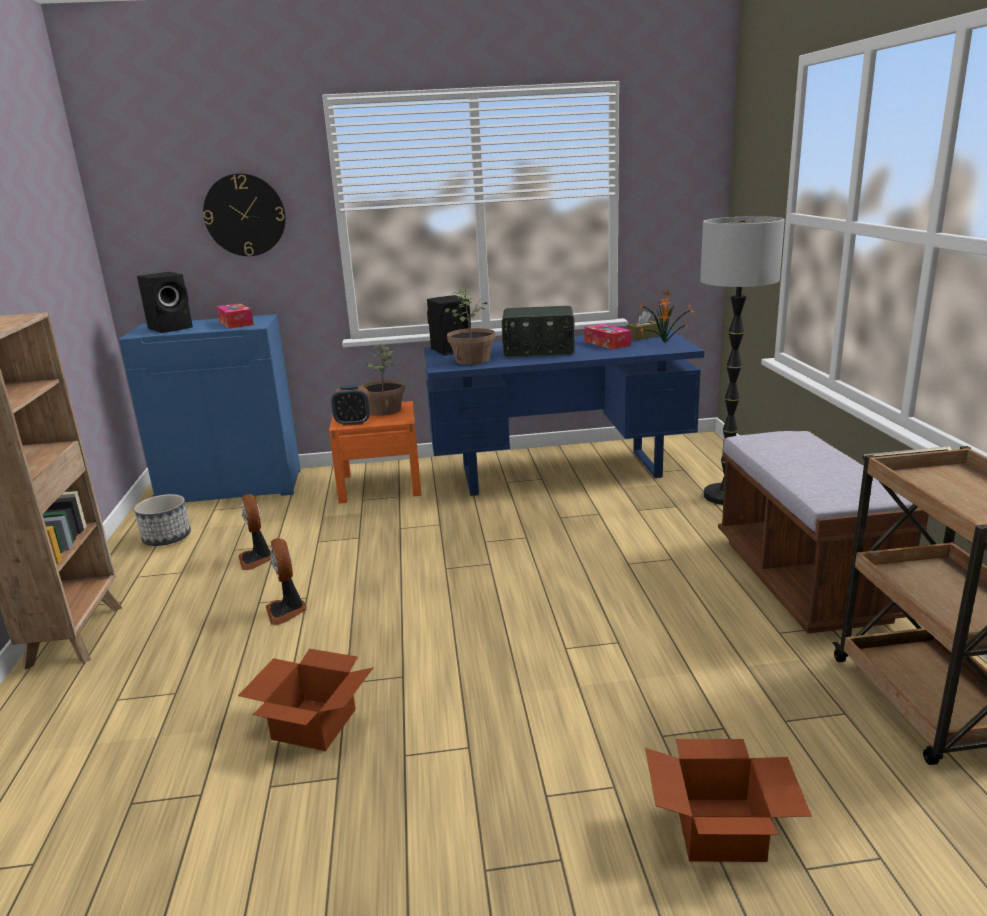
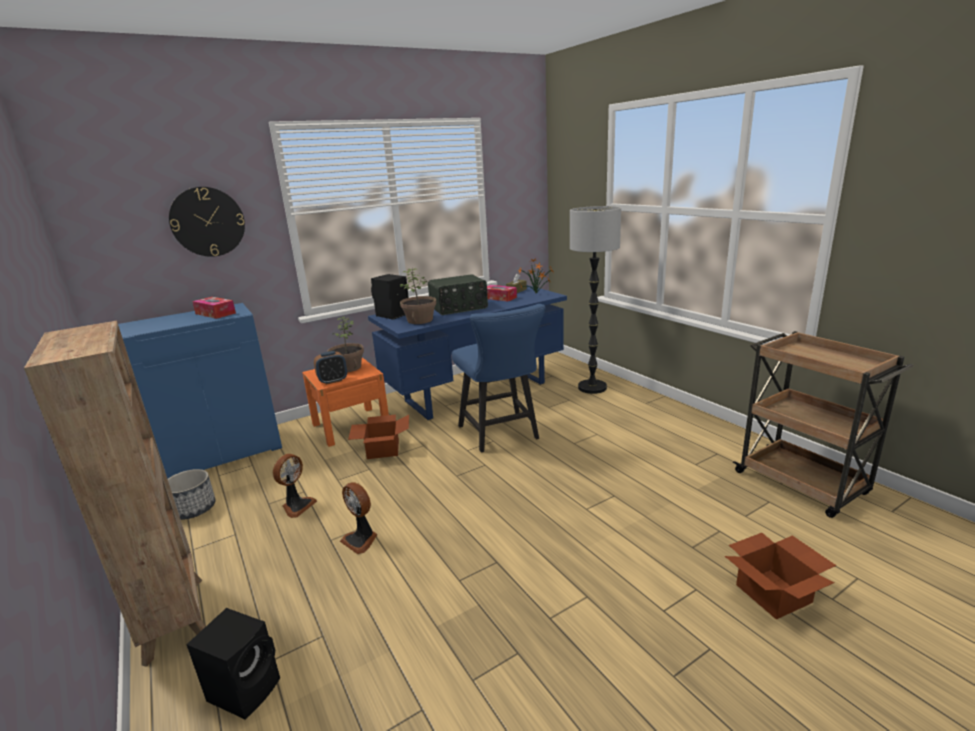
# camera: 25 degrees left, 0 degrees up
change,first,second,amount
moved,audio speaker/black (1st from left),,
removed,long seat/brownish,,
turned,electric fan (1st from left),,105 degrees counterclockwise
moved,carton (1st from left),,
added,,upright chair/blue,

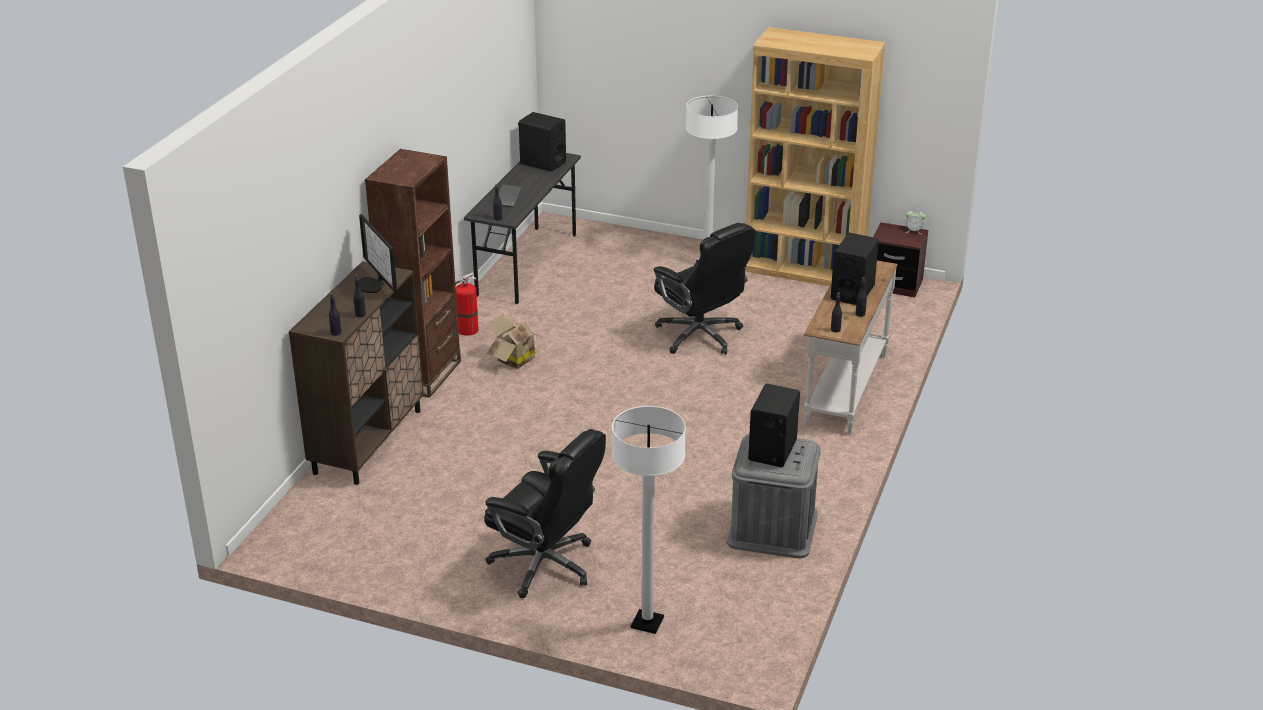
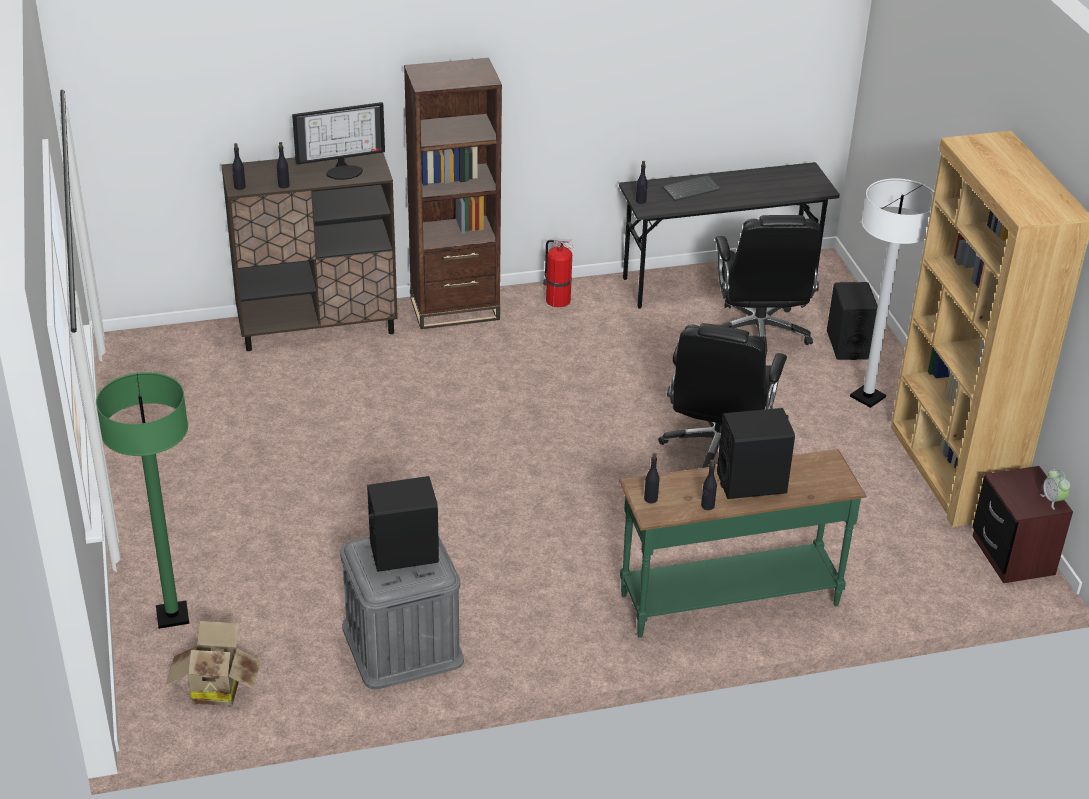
# camera: 55 degrees right, 5 degrees up
change,first,second,amount
moved,audio speaker/black (1st from left in the first image),audio speaker/black (3rd from left),
turned,computer display,,135 degrees counterclockwise
recoloured,hall table/white-coloured,hall table/greenish,
moved,carton,,
recoloured,standard lamp/white-coloured (1st from left),standard lamp/greenish,
moved,computer chair/black (1st from left in the first image),computer chair/black (2nd from left),

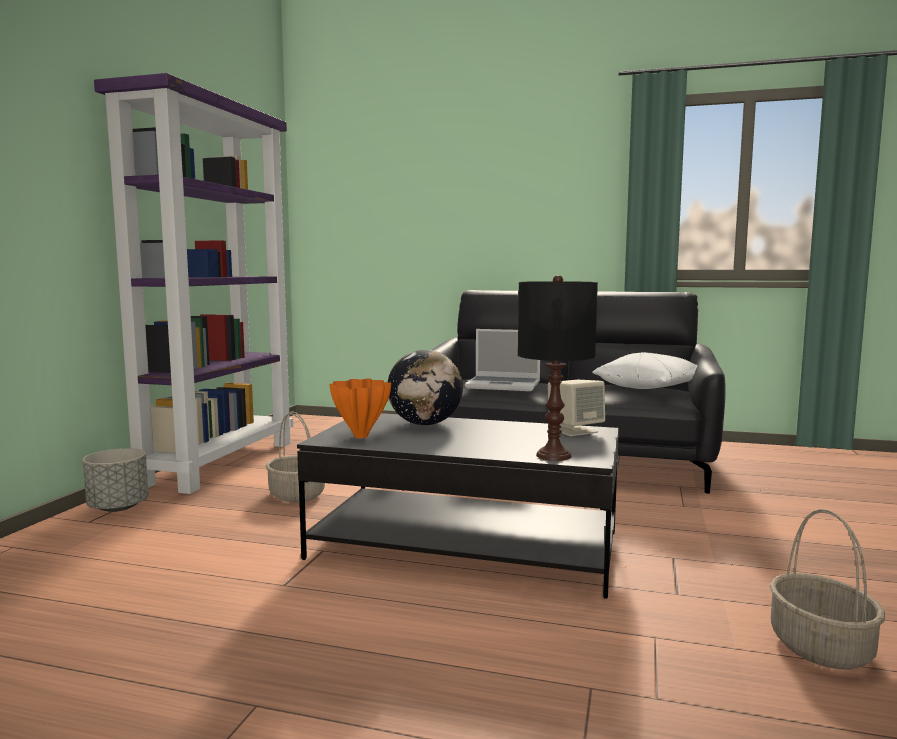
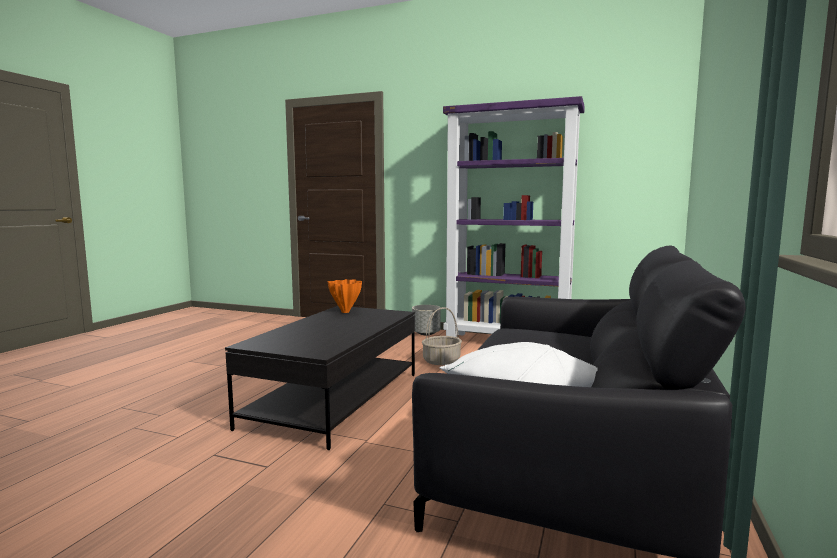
# camera: 95 degrees right, 0 degrees up
change,first,second,amount
removed,lamp for a table/black,,
removed,portable computer,,
removed,world globe,,
removed,audio speaker/sand-coloured,,
removed,storage basket (2nd from left),,

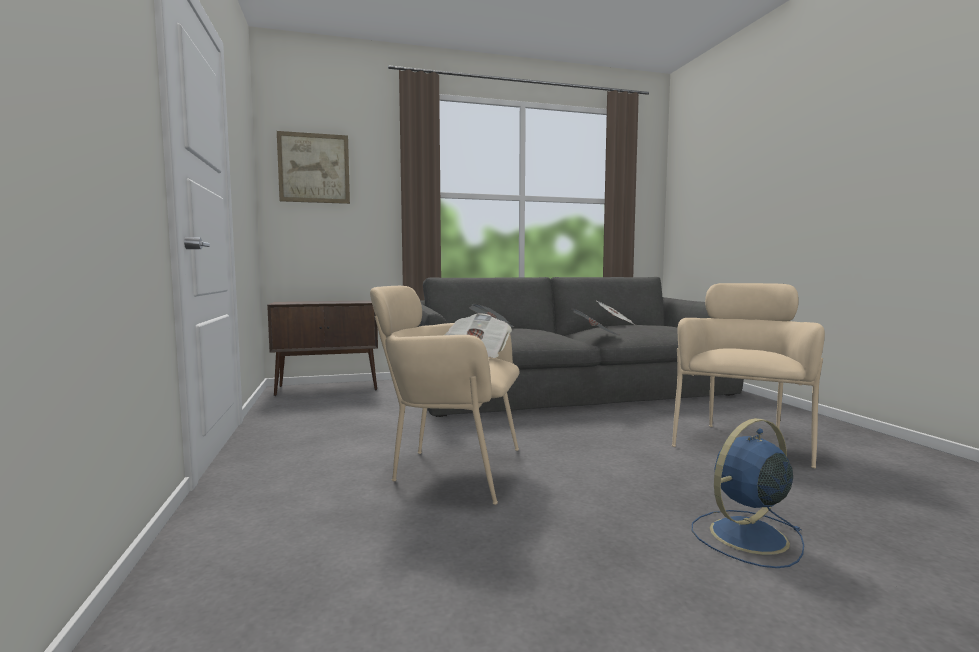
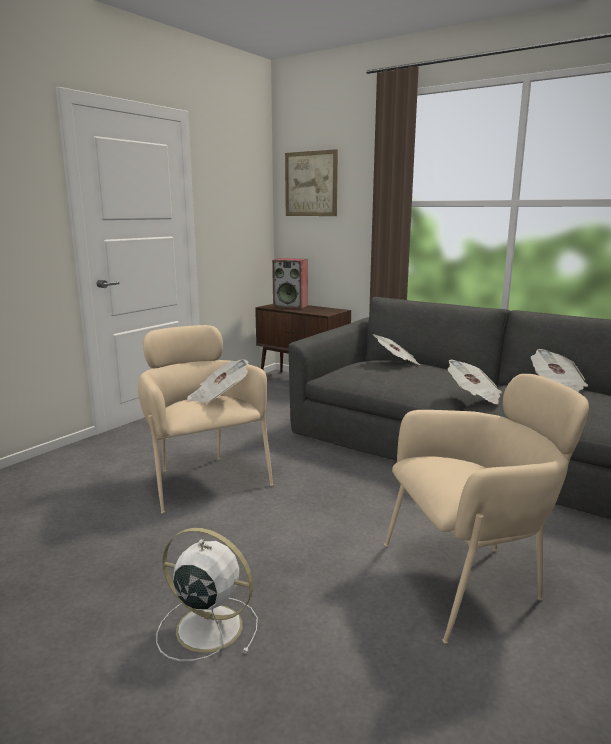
# camera: 50 degrees right, 10 degrees up
change,first,second,amount
recoloured,electric fan/blue,electric fan/white-coloured,
added,,audio speaker,

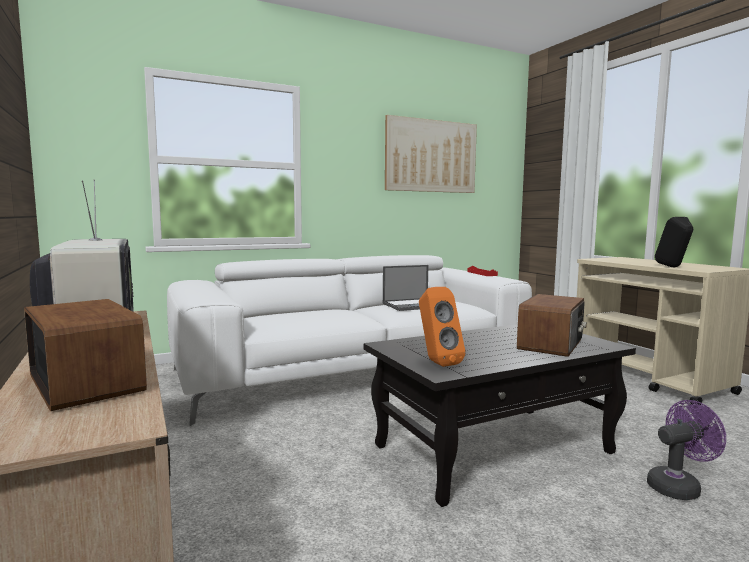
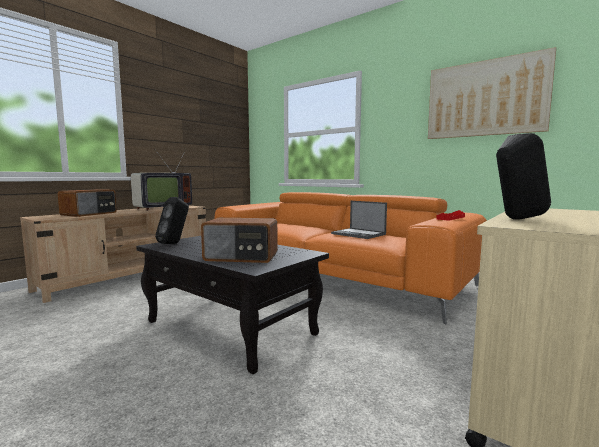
# camera: 65 degrees right, 0 degrees up
change,first,second,amount
recoloured,sofa/white-coloured,sofa/orange-coloured,
recoloured,audio speaker/orange-coloured,audio speaker/black (1st from left),
removed,electric fan/purplish,,

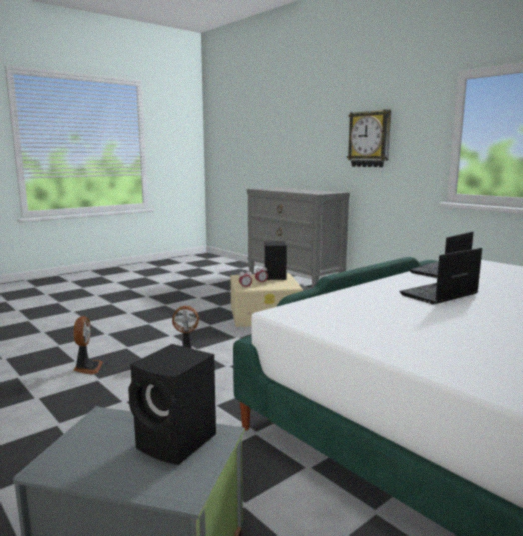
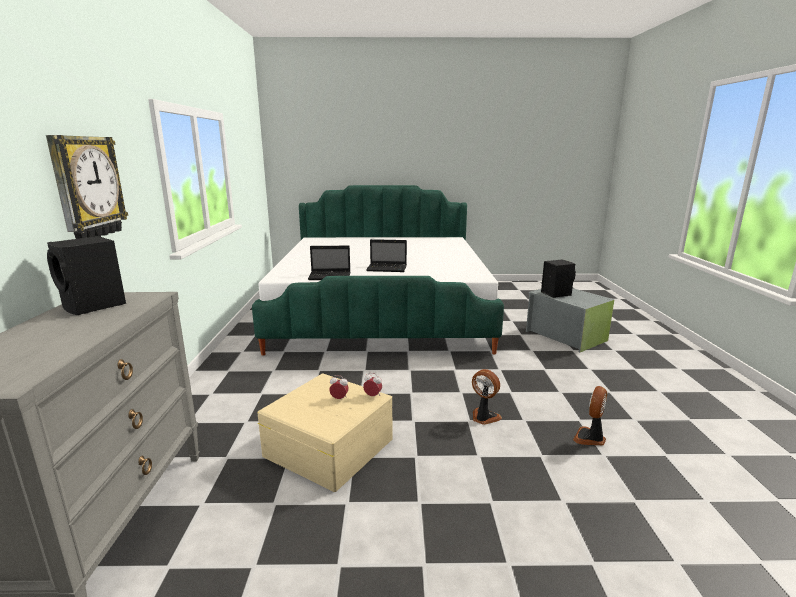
# camera: 140 degrees left, 5 degrees up
change,first,second,amount
moved,audio speaker/black (2nd from left in the first image),audio speaker/black (1st from left),

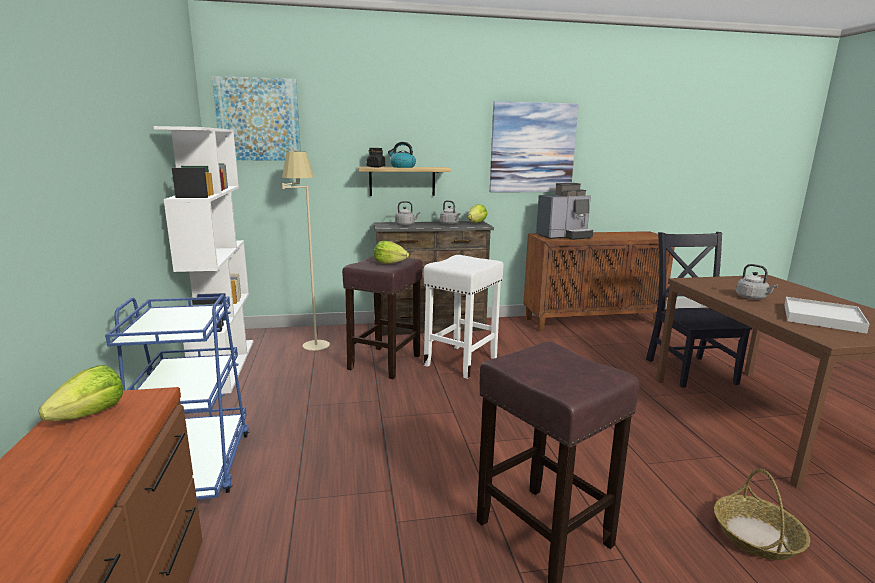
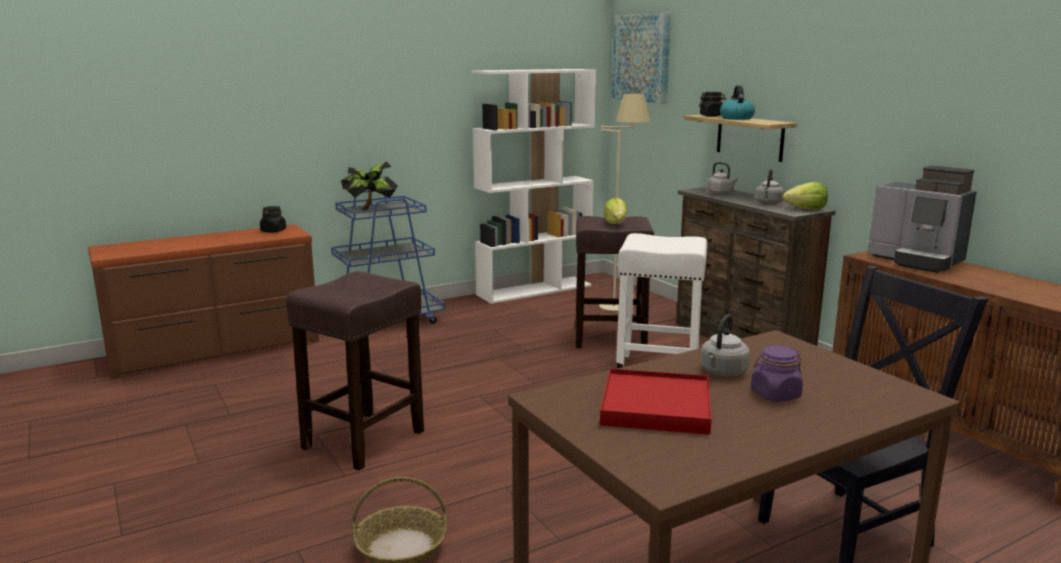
# camera: 70 degrees right, 0 degrees up
change,first,second,amount
removed,wall art (2nd from left),,
recoloured,serving tray/white-coloured,serving tray/red,
replaced,lettuce head (1st from left),storage jar/black (1st from left),
added,,houseplant,
added,,storage jar/purplish,

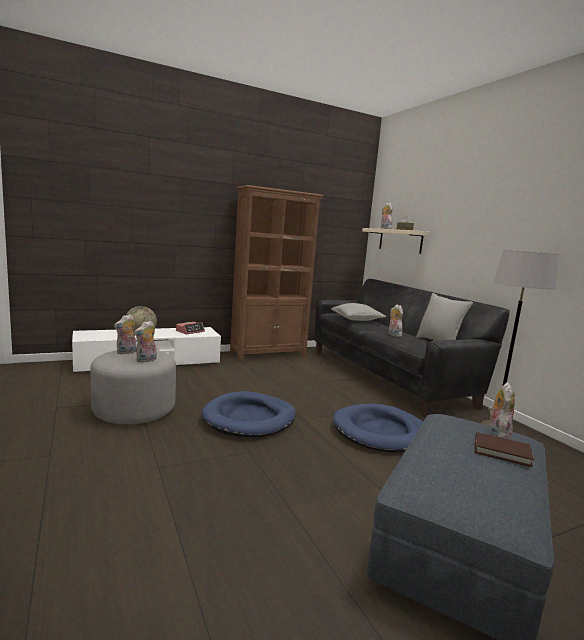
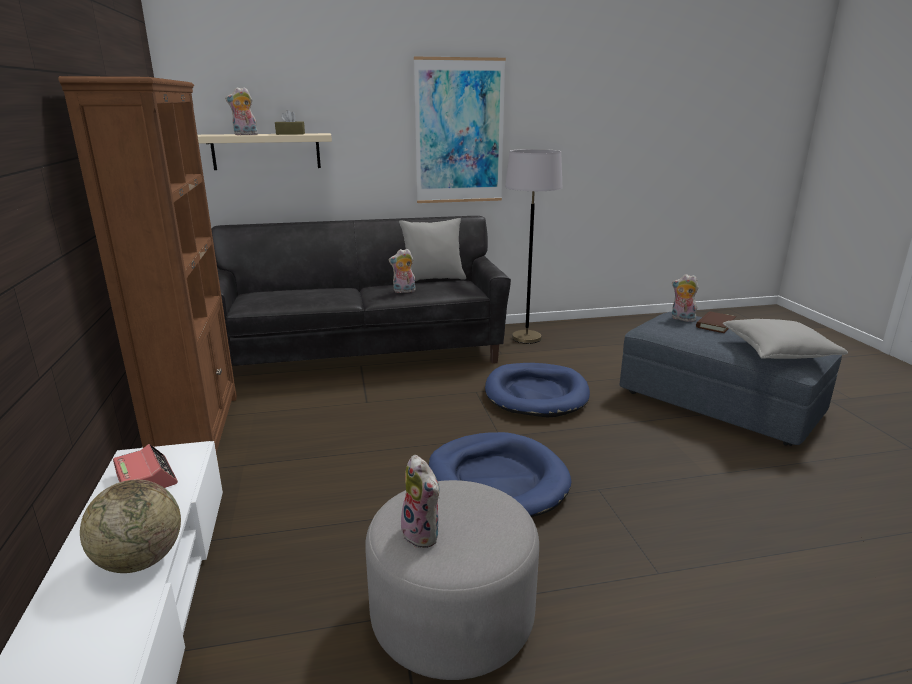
# camera: 75 degrees left, 10 degrees up
change,first,second,amount
moved,pillow/grey (1st from left in the first image),pillow/grey (2nd from left),
removed,plush toy (2nd from left),,
added,,wall art,

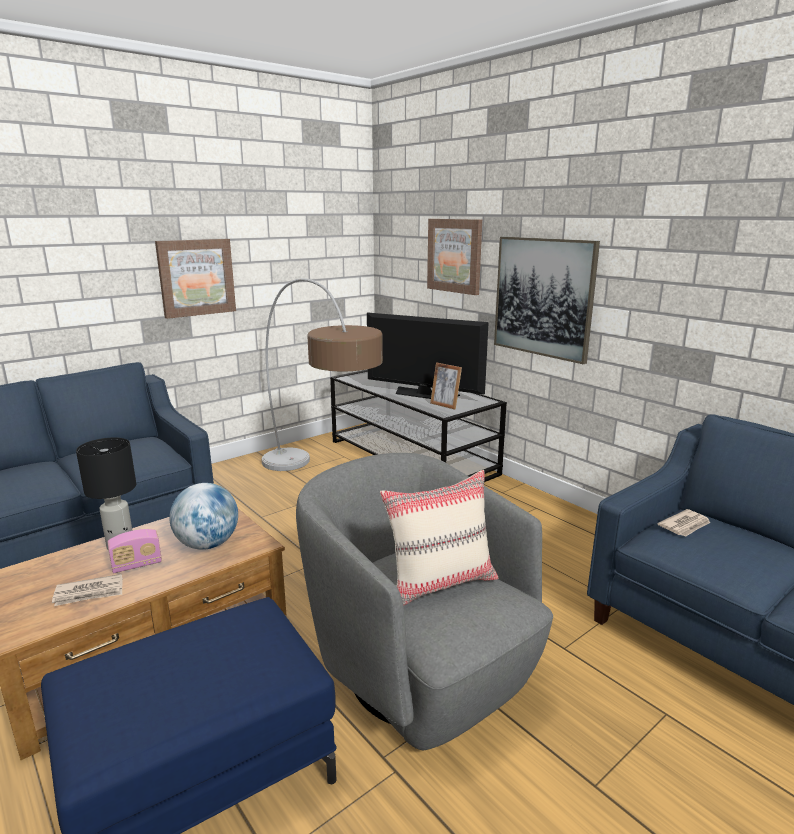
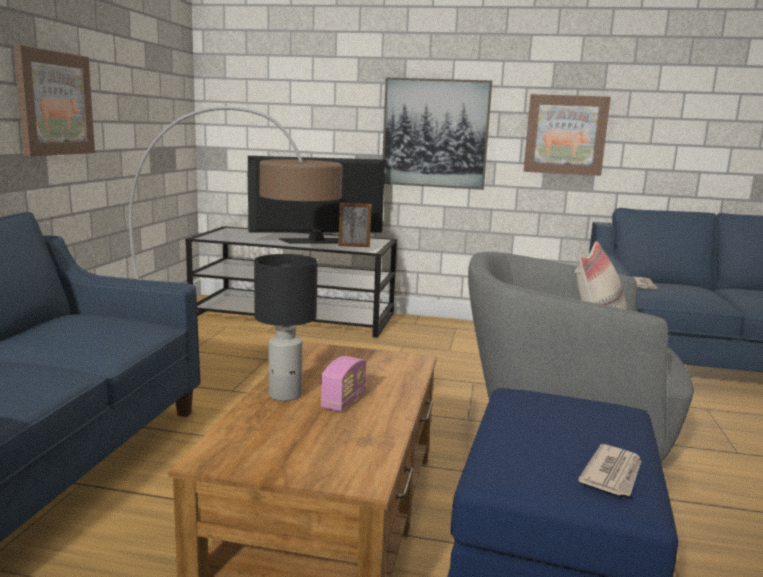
# camera: 40 degrees left, 5 degrees down
change,first,second,amount
moved,wall art (2nd from left in the first image),wall art (3rd from left),
removed,world globe,,
moved,newspaper (1st from left),,

